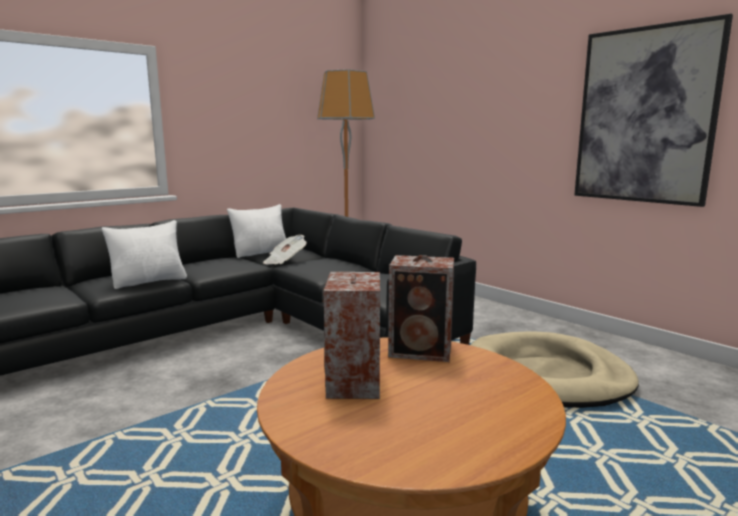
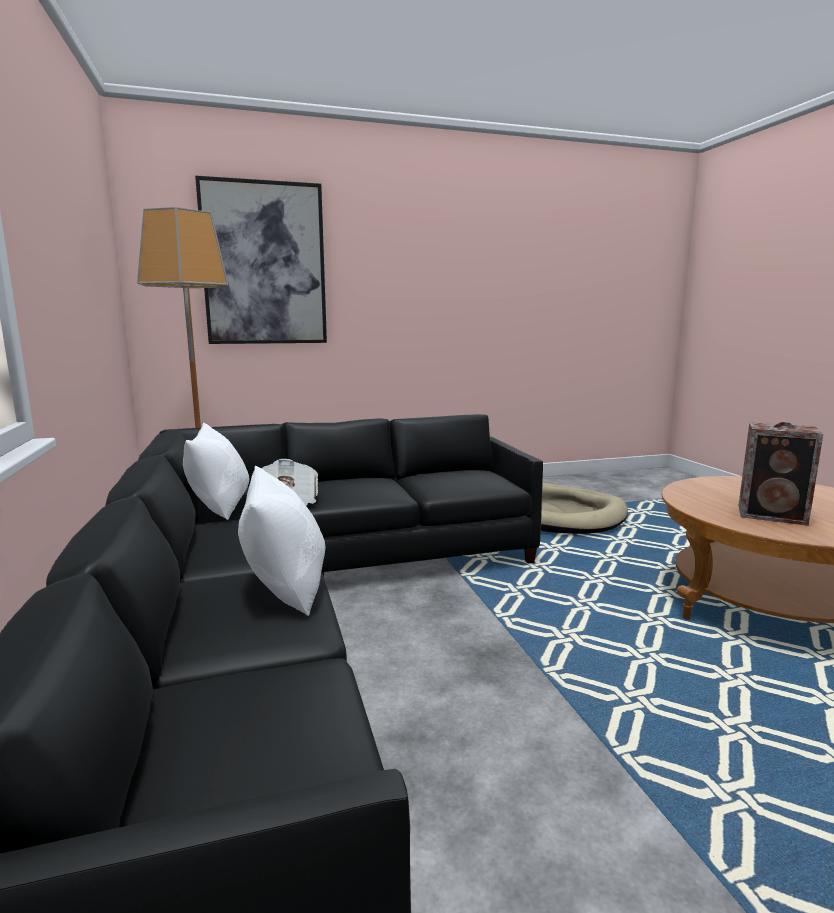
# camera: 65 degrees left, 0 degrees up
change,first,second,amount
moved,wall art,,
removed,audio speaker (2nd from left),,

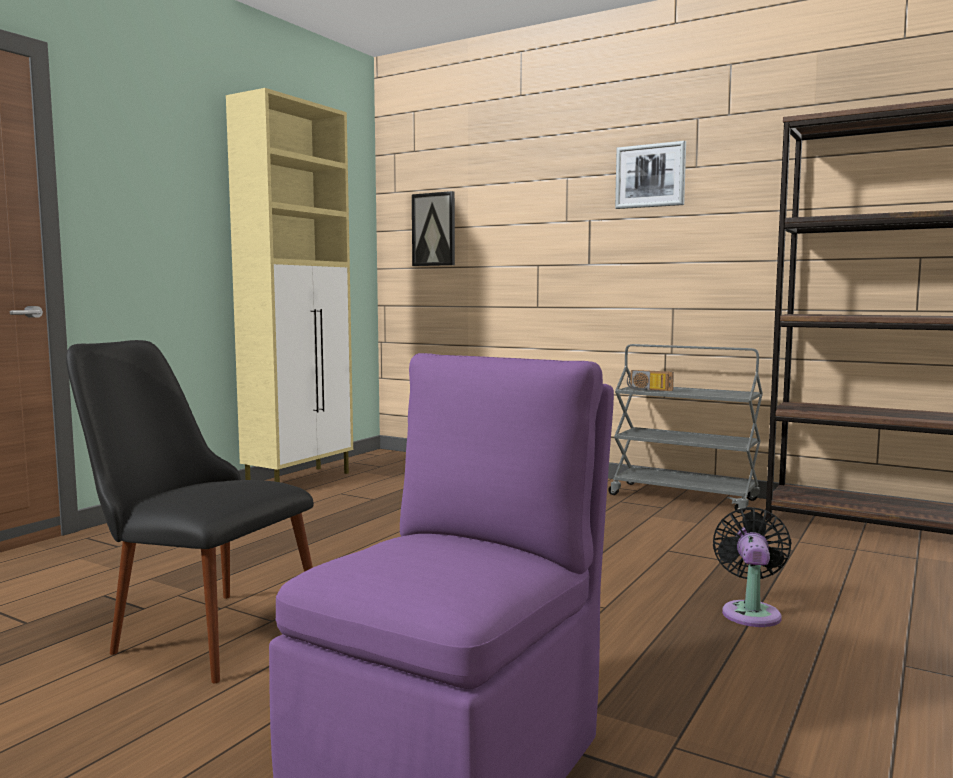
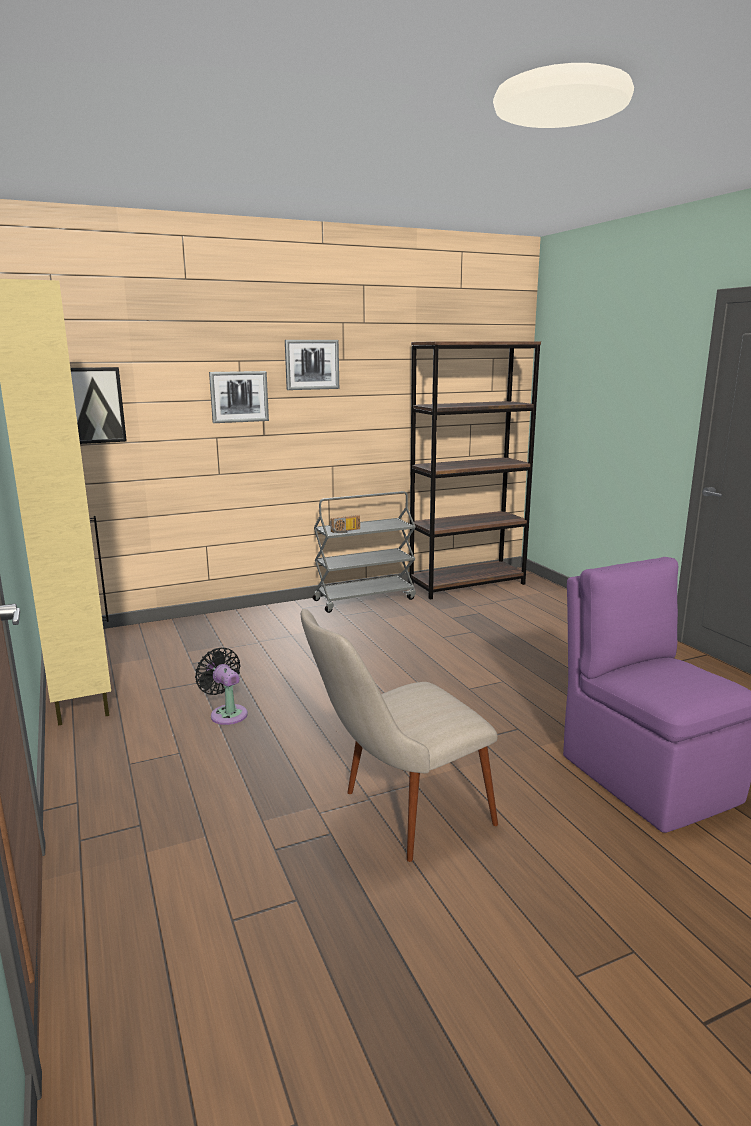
# camera: 55 degrees left, 10 degrees up
change,first,second,amount
recoloured,upright chair/black,upright chair/sand-coloured,
moved,electric fan/black,,
added,,wall art (2nd from left),

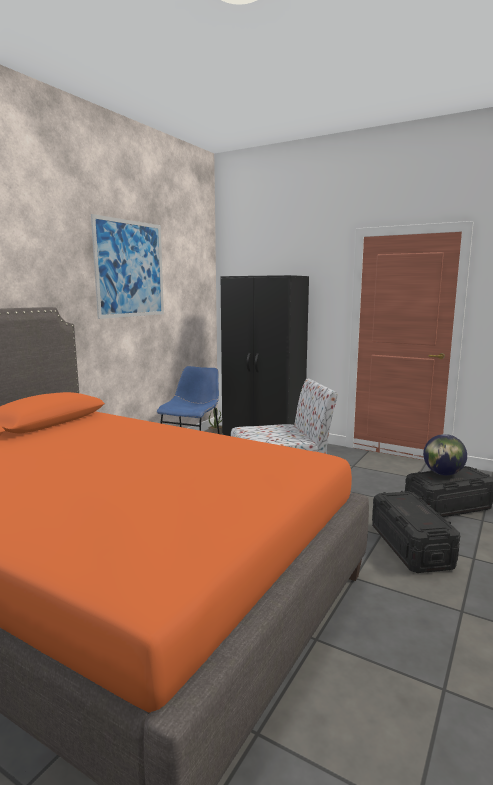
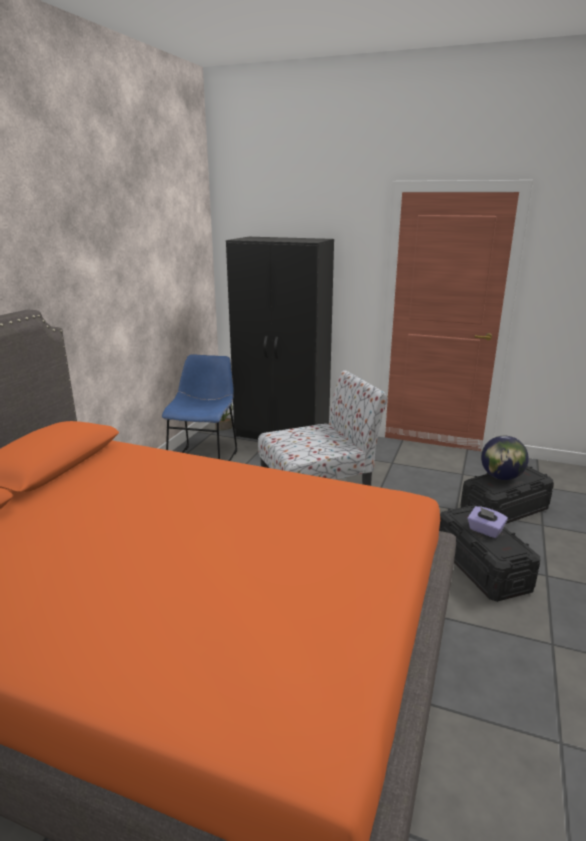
# camera: 10 degrees left, 10 degrees up
change,first,second,amount
removed,wall art,,
added,,tissue holder/purplish,

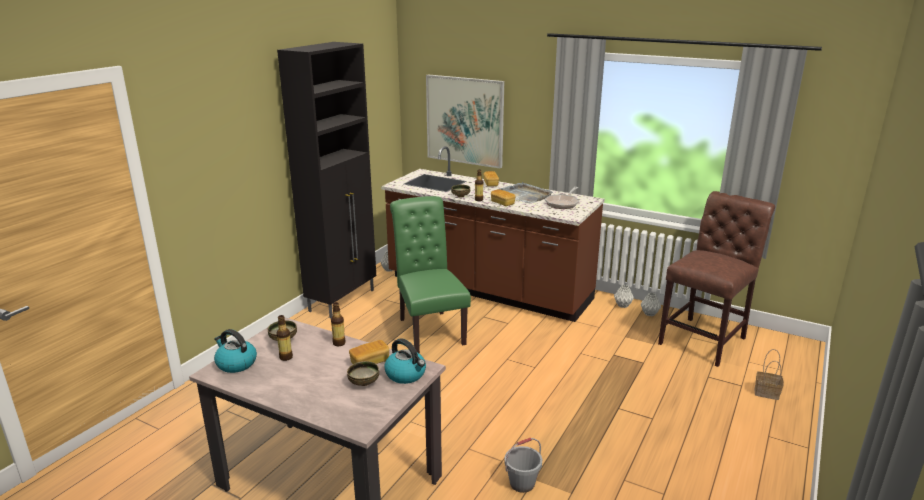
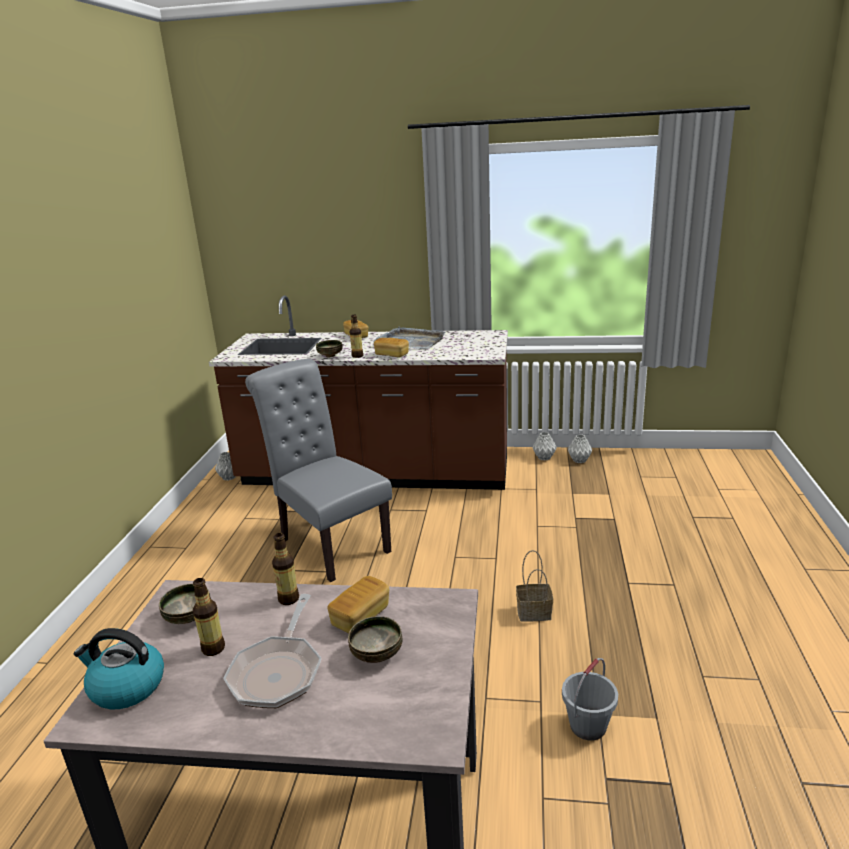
# camera: 20 degrees left, 0 degrees up
change,first,second,amount
removed,cupboard/black,,
removed,wall art,,
moved,frying pan,,
removed,upright chair/brownish,,
recoloured,upright chair/greenish,upright chair/grey,
removed,tea kettle (2nd from left),,
moved,storage basket,,

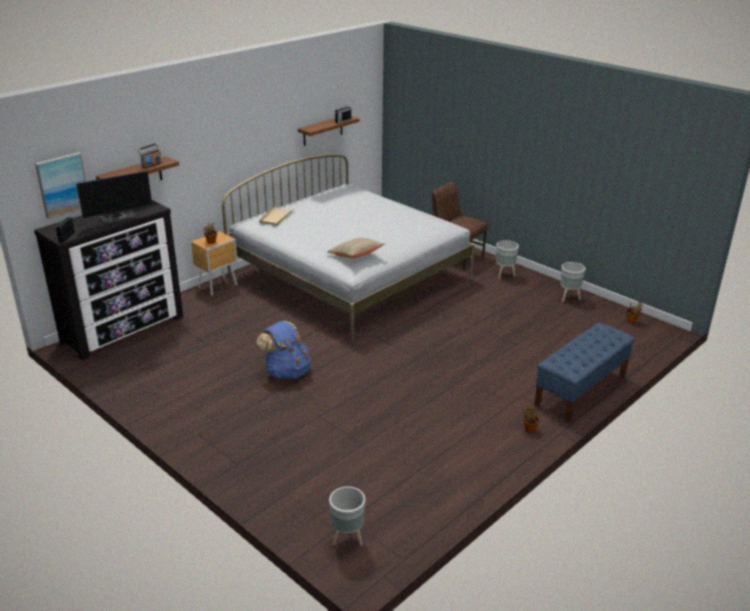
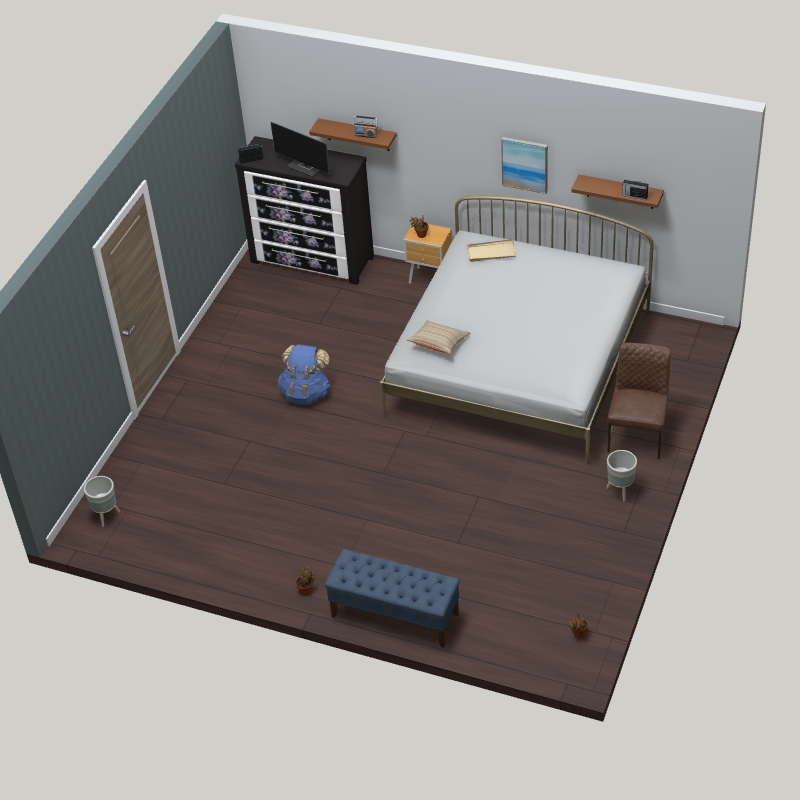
# camera: 70 degrees right, 15 degrees up
change,first,second,amount
moved,wall art,,
removed,flower pot/grey (3rd from left),,

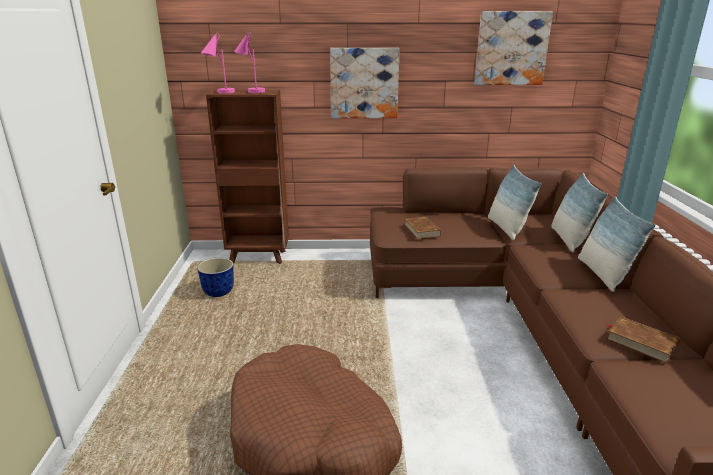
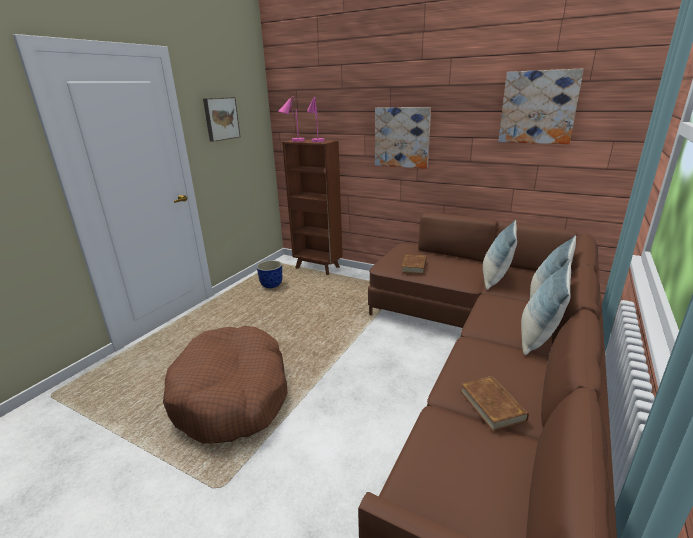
# camera: 30 degrees right, 0 degrees up
change,first,second,amount
added,,wall art (1st from left),

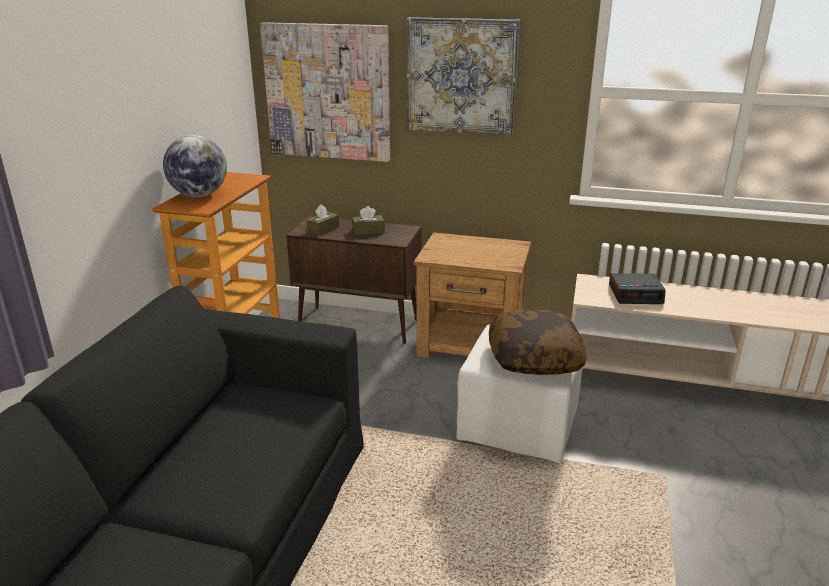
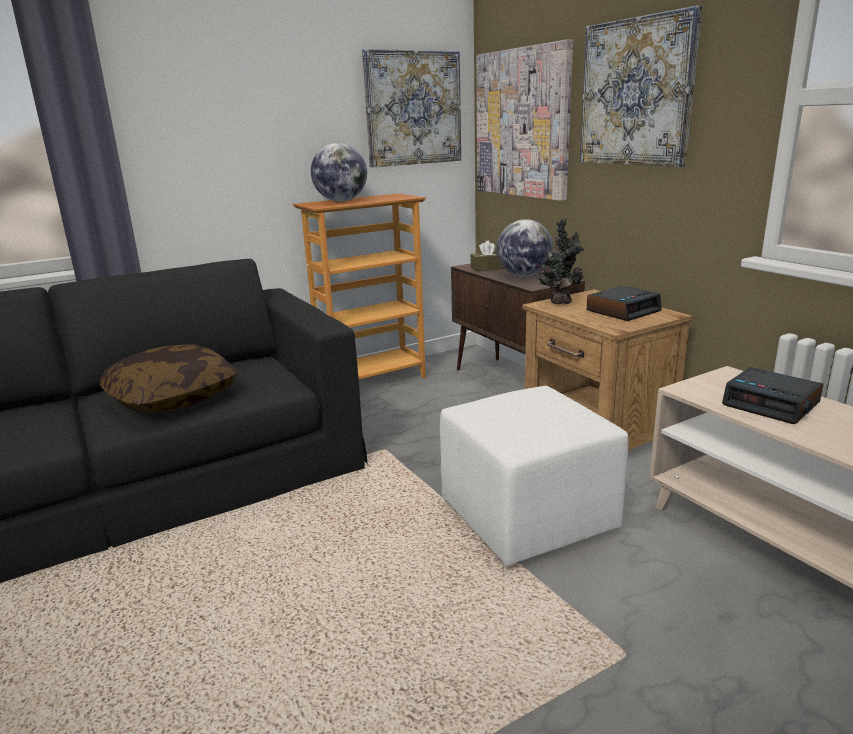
# camera: 45 degrees right, 5 degrees down
change,first,second,amount
replaced,tissue holder/brownish (2nd from left),world globe (2nd from left),
moved,pillow,,
added,,wall art (1st from left),
added,,houseplant,
added,,table clock (1st from left),

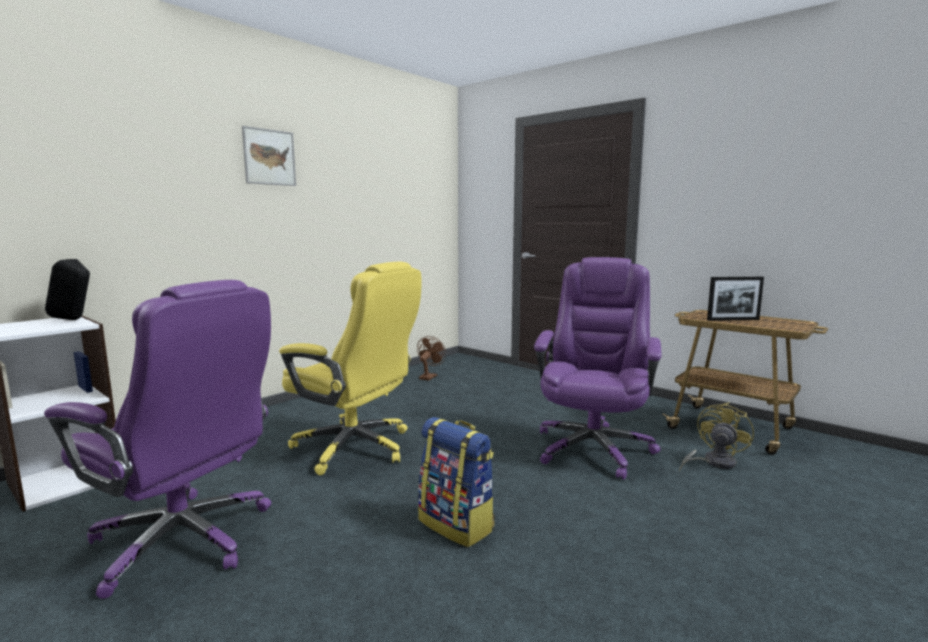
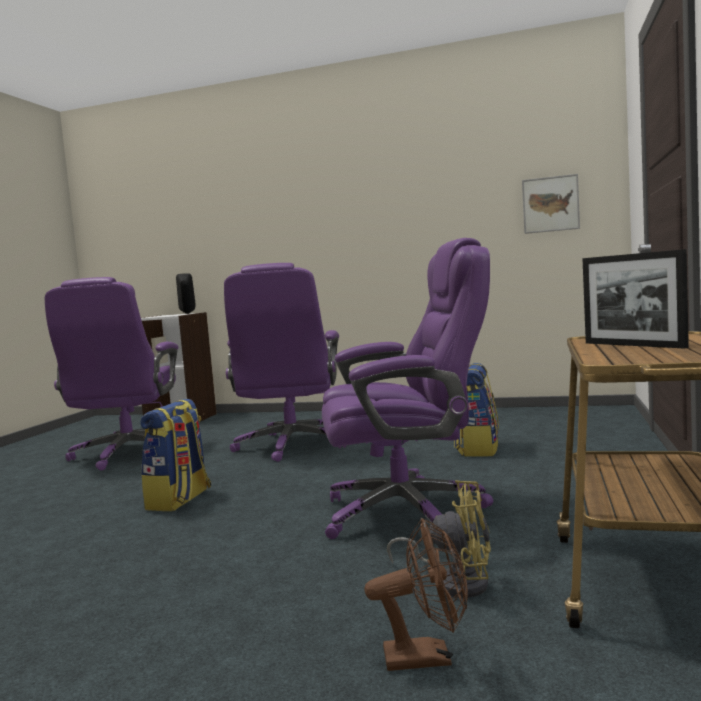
# camera: 65 degrees right, 5 degrees down
change,first,second,amount
moved,wall art,,
recoloured,computer chair/yellowish,computer chair/purplish (2nd from left),
moved,electric fan/brownish,,
added,,rucksack (2nd from left),

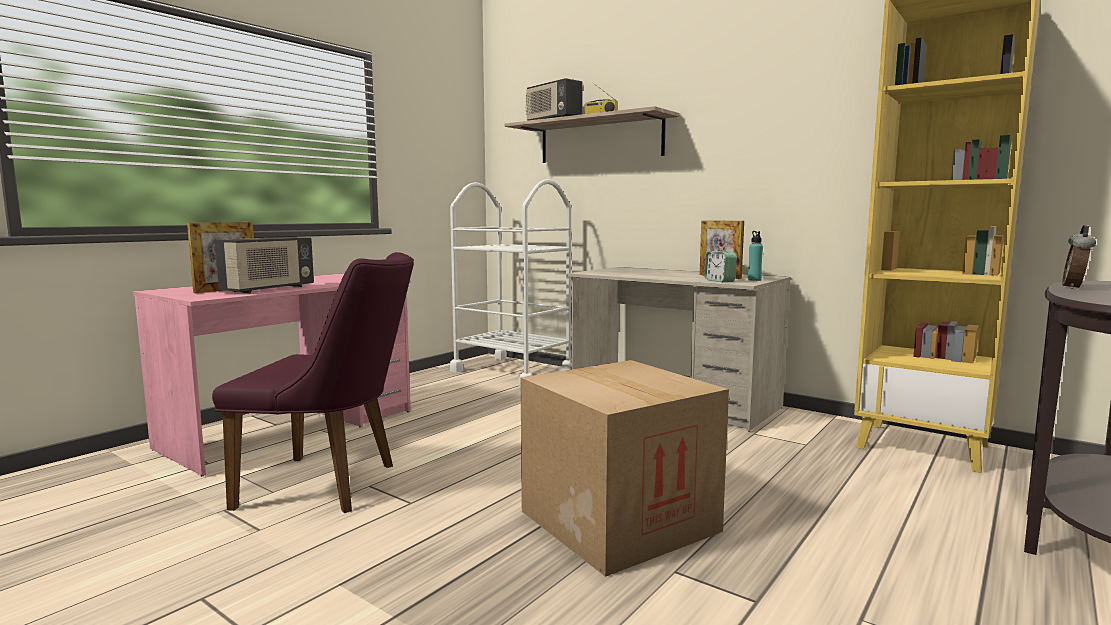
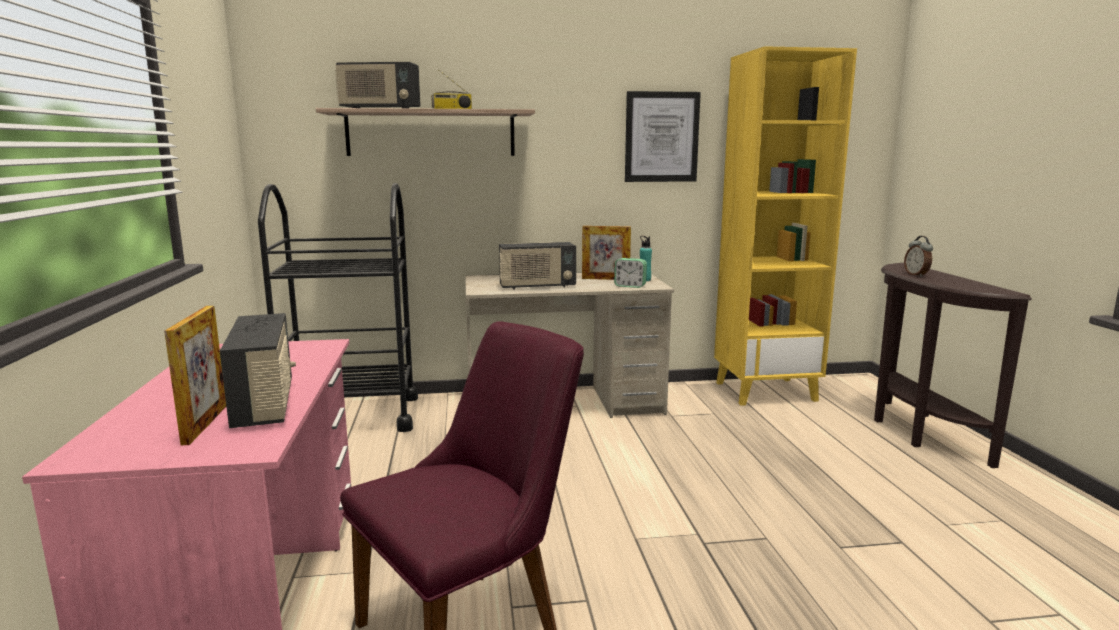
# camera: 45 degrees left, 5 degrees up
change,first,second,amount
recoloured,wheeled cart/white-coloured,wheeled cart/black,
removed,carton,,
added,,wall art,
added,,radio (4th from left),

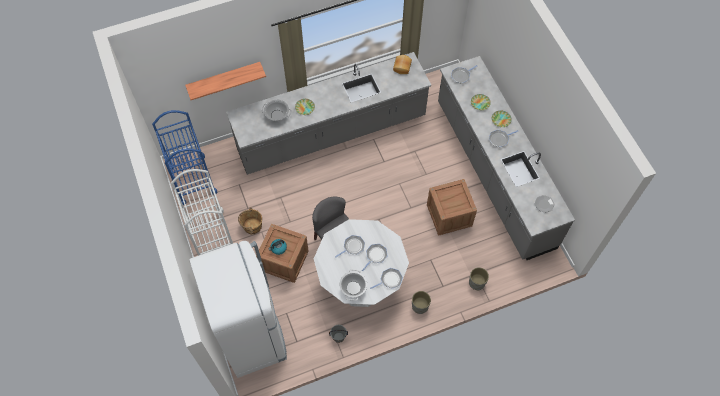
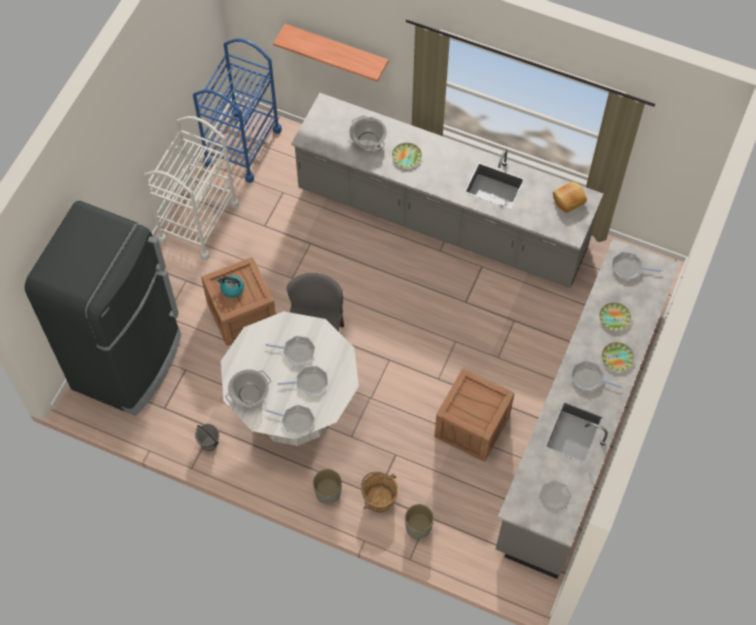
# camera: 45 degrees right, 0 degrees up
change,first,second,amount
moved,water bucket/brownish,,
recoloured,fridge/white-coloured,fridge/black,

